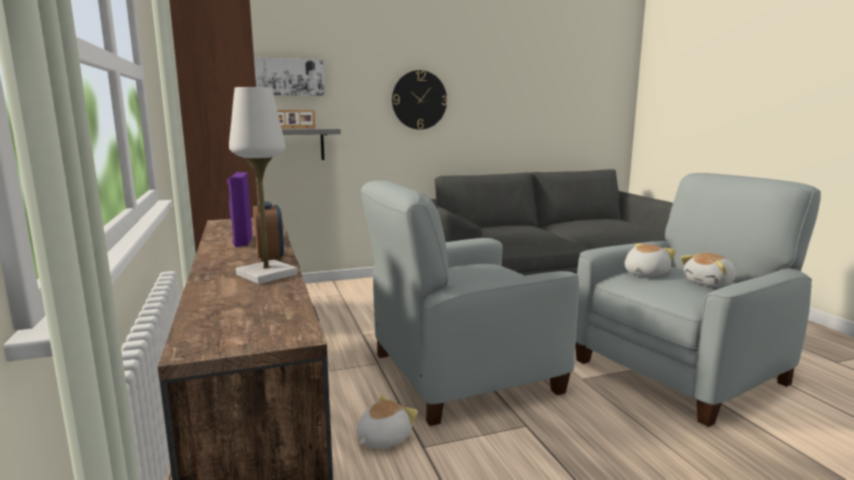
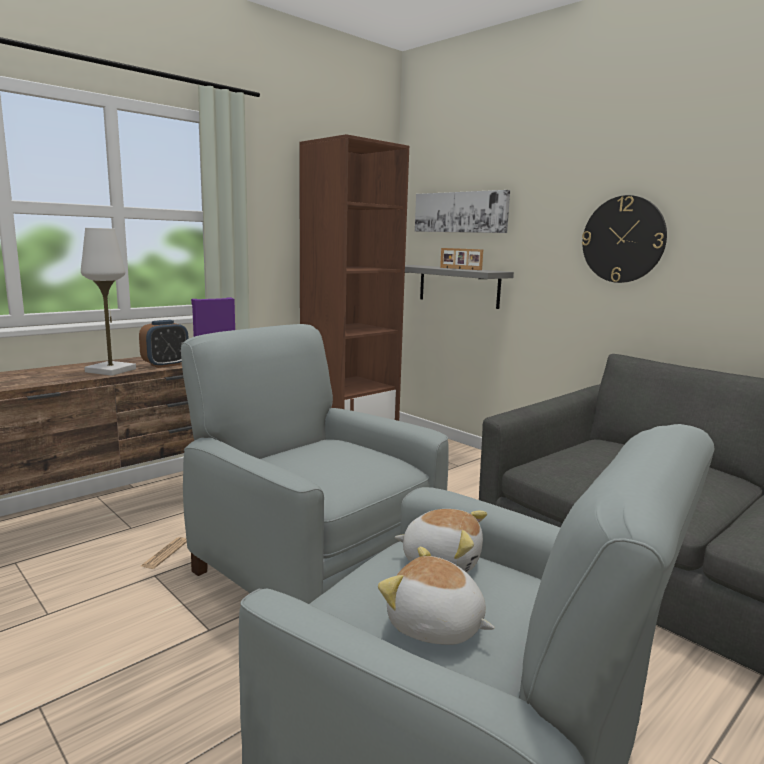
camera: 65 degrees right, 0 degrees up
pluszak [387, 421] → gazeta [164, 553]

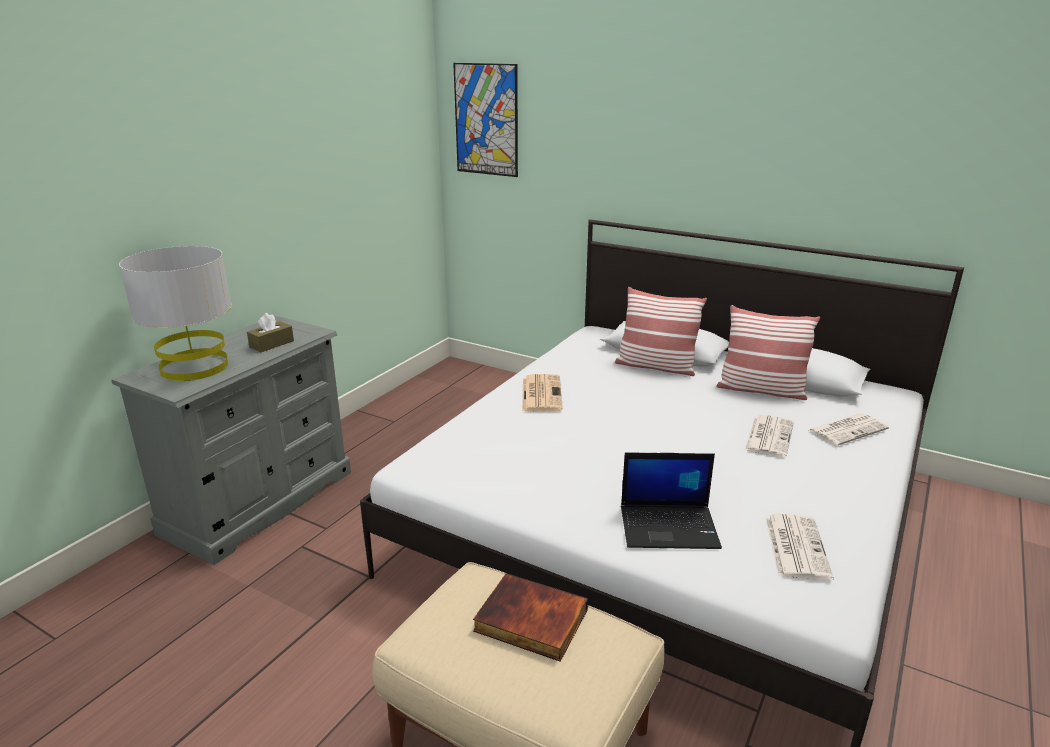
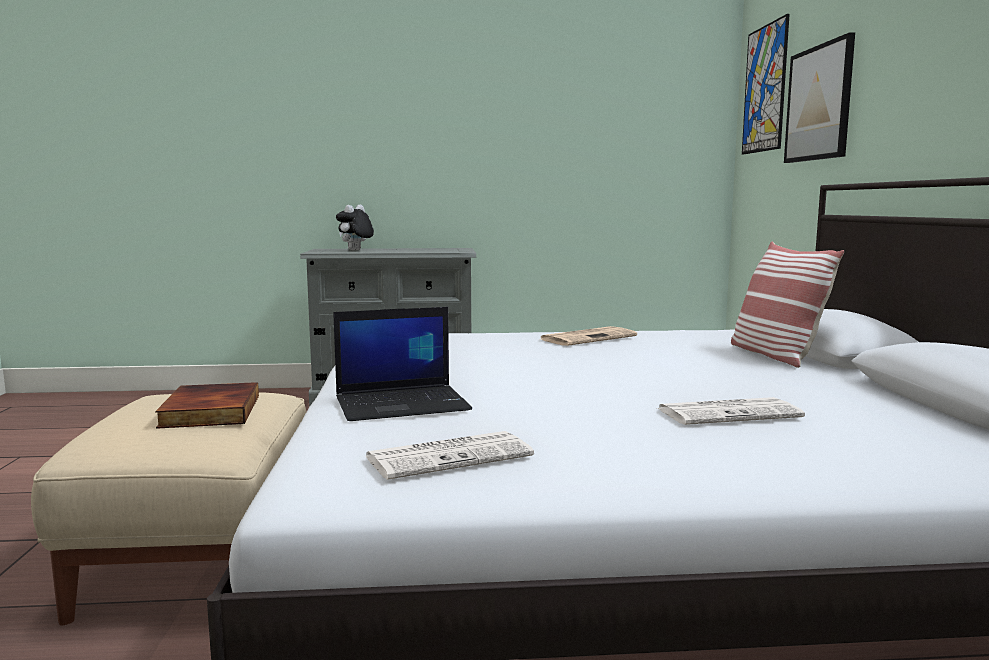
camera: 55 degrees right, 15 degrees down
pudełko chusteczek/brązowy [270, 332] → -
poduszka [768, 352] → -
gazeta [848, 429] → -
- → obraz [819, 97]
lampa stołowa/szary [175, 313] → pluszak [355, 227]
laptop [671, 500] → laptop [402, 364], 75 degrees counterclockwise

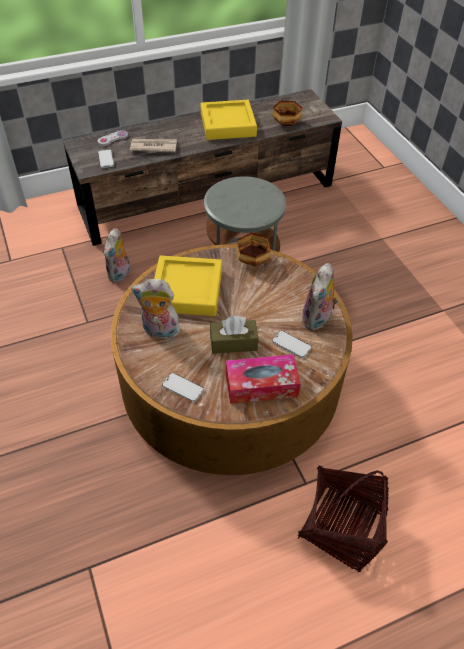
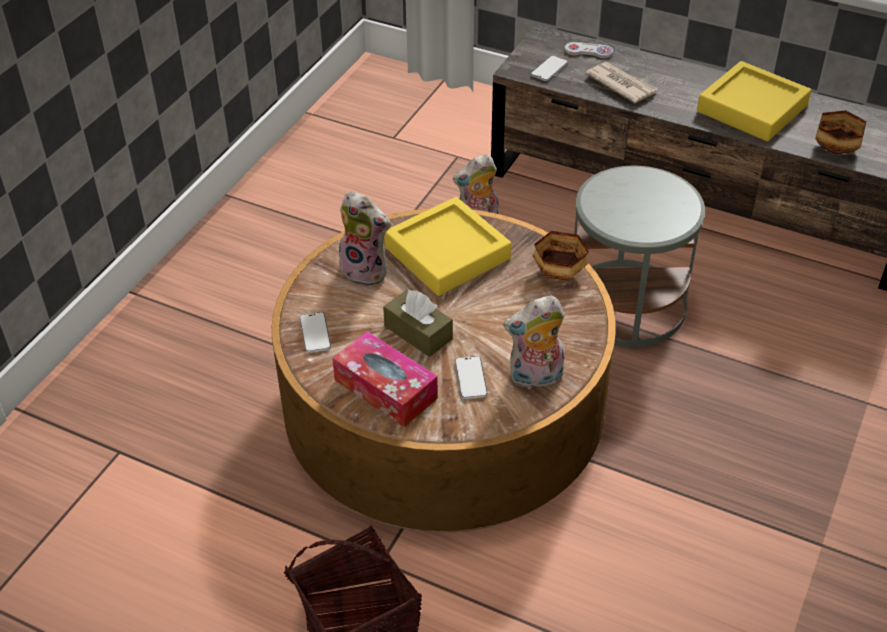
camera: 50 degrees right, 5 degrees down
pluszak [156, 309] → pluszak [364, 239], 150 degrees clockwise

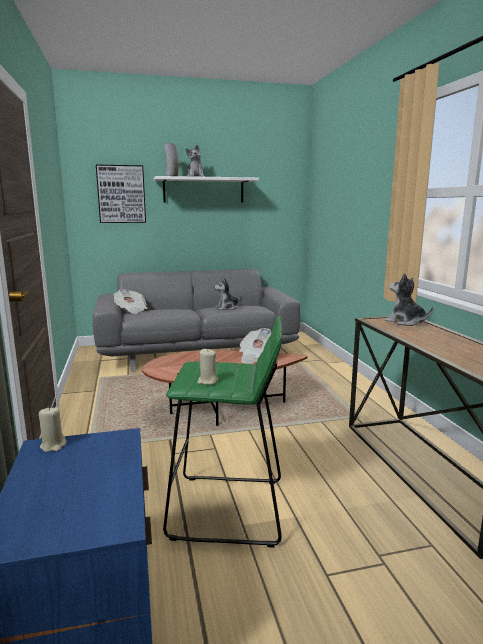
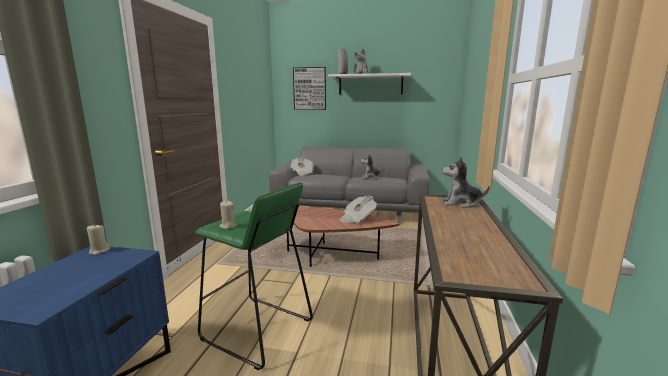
camera: 25 degrees right, 0 degrees up
pluszak [409, 299] → pluszak [466, 182], 60 degrees counterclockwise

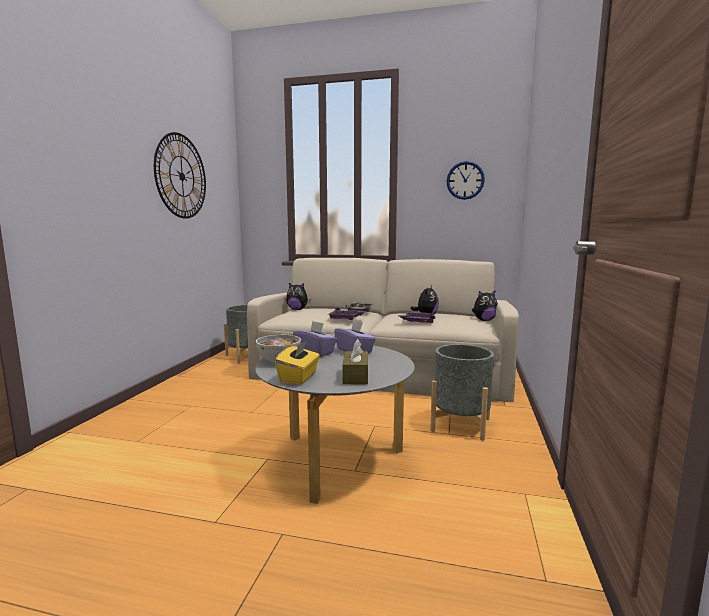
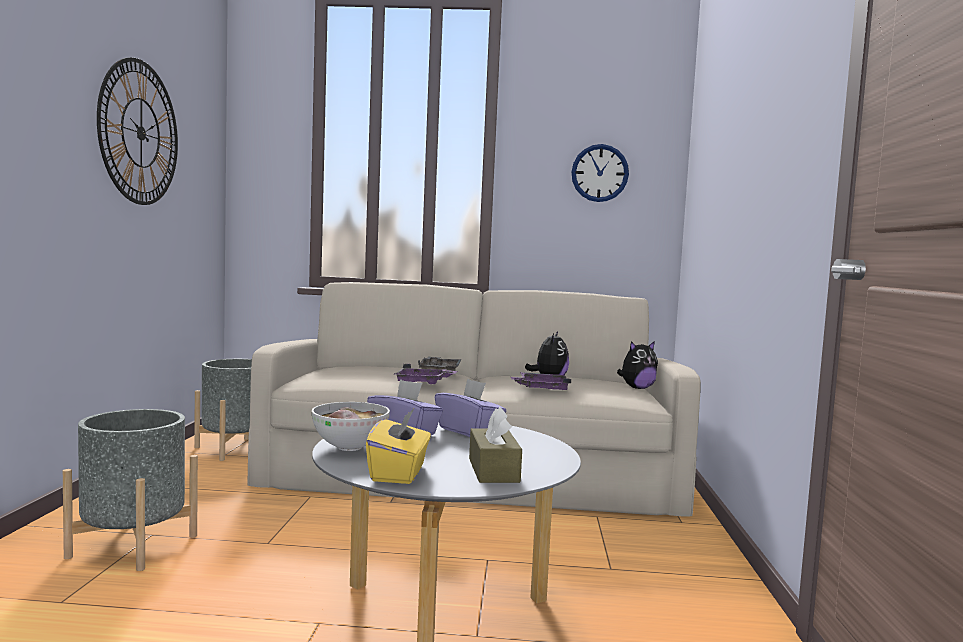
camera: 10 degrees left, 5 degrees down
pluszak [298, 296] → -
donica/szary [462, 392] → donica/szary [130, 490], moved

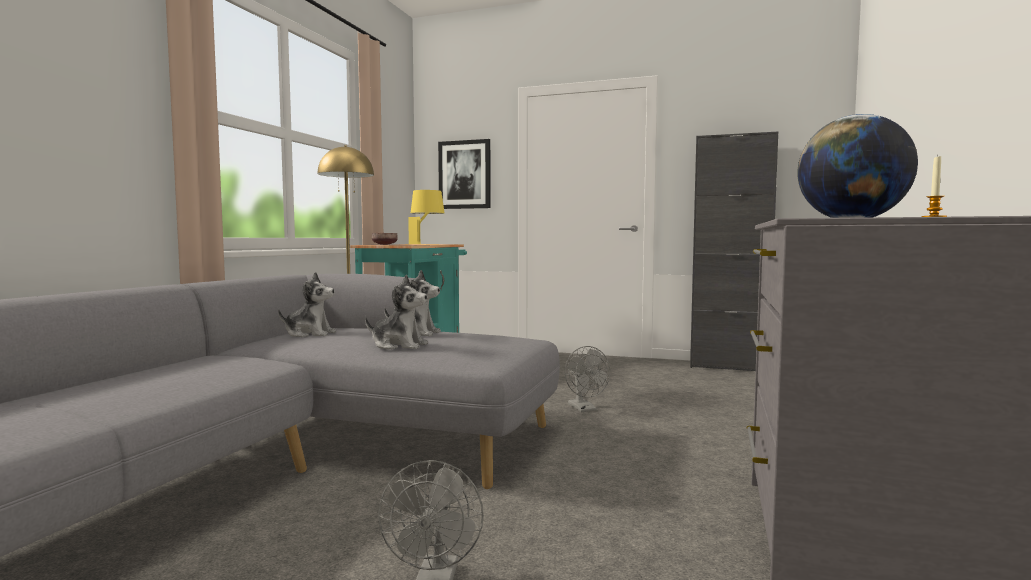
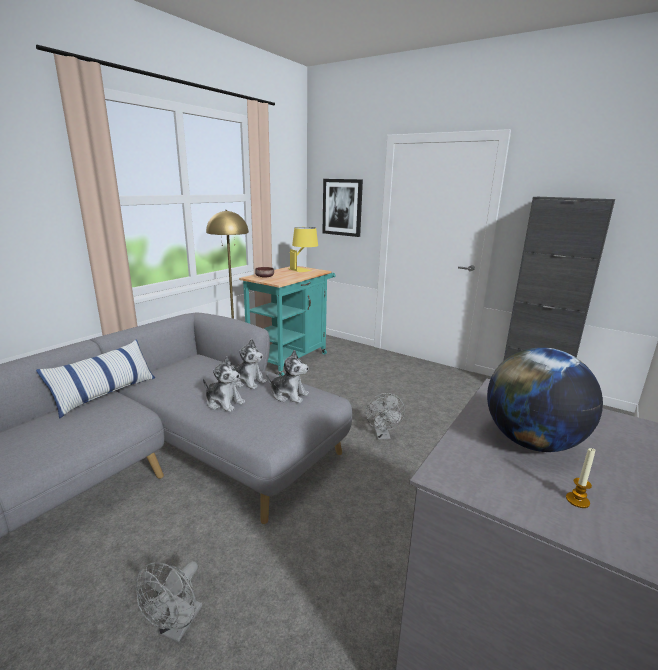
camera: 15 degrees right, 15 degrees up
- → poduszka [95, 378]
pluszak [307, 304] → pluszak [287, 376], moved

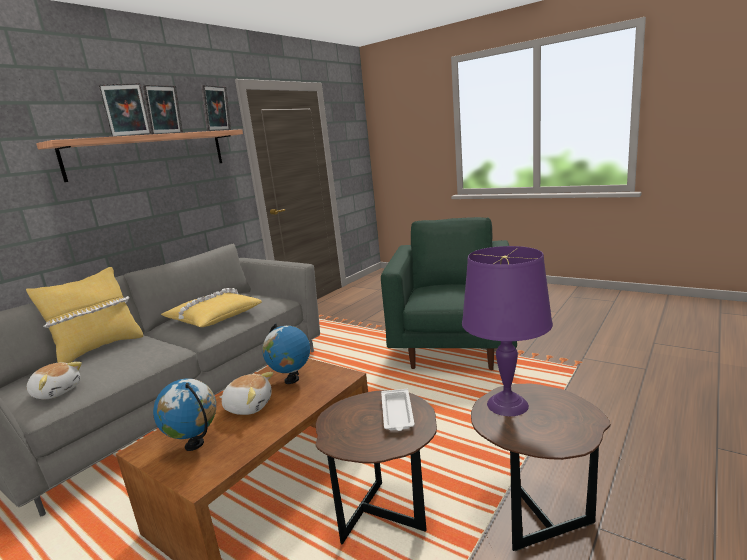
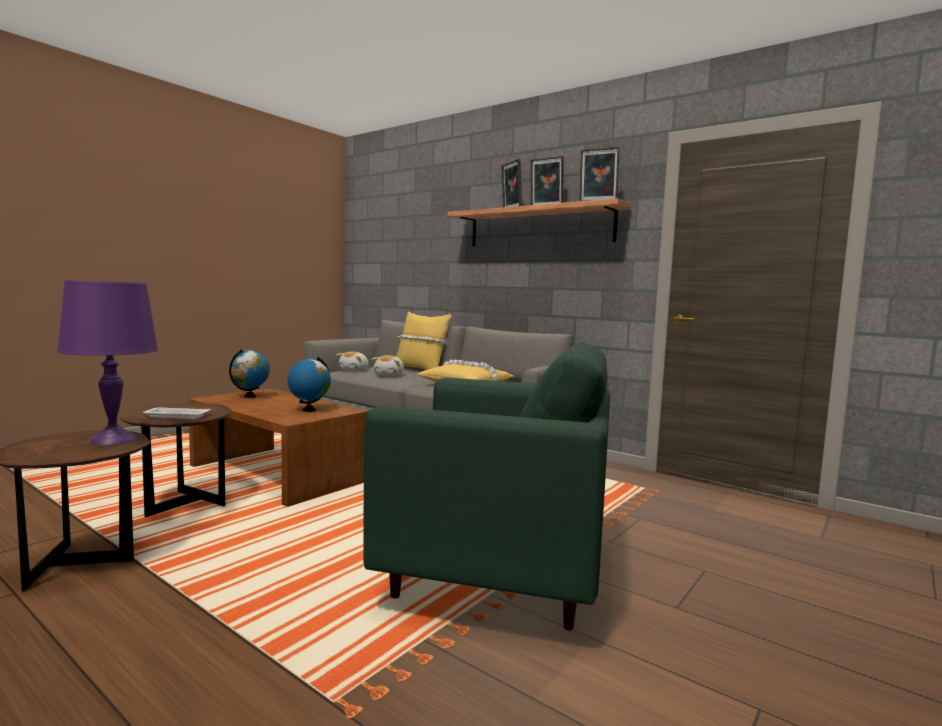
camera: 90 degrees right, 10 degrees down
pluszak [246, 393] → pluszak [387, 365], moved

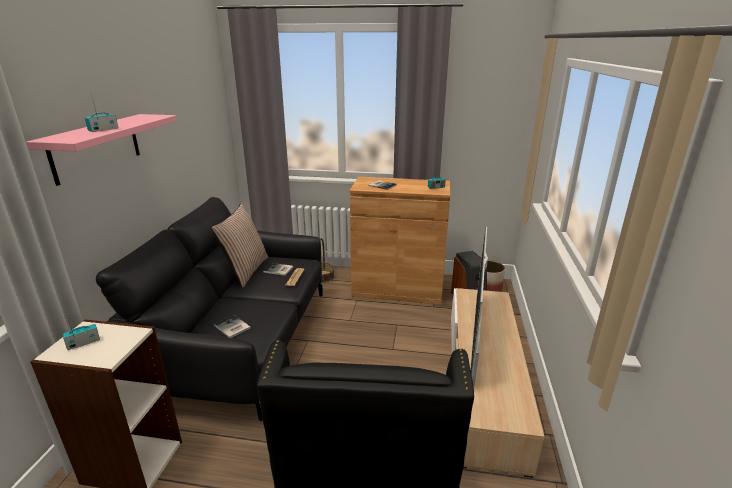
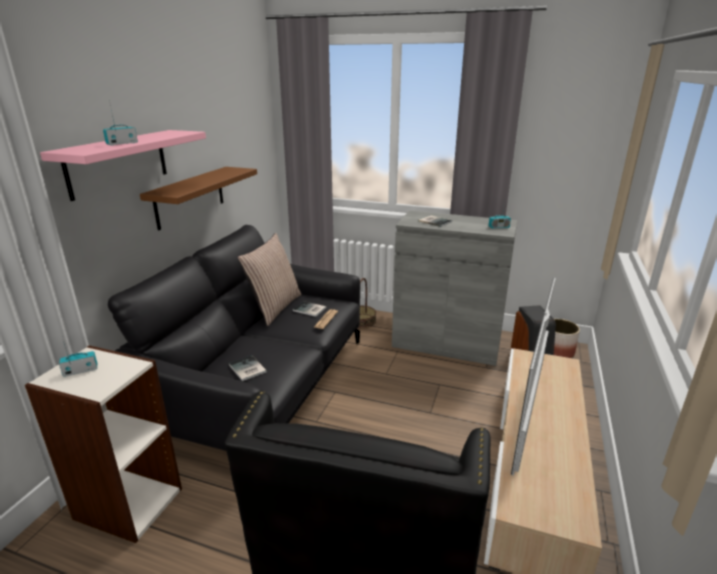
camera: 10 degrees right, 0 degrees up
- → półka/brązowy [198, 198]
szafka/brązowy [400, 241] → szafka/szary [454, 288]

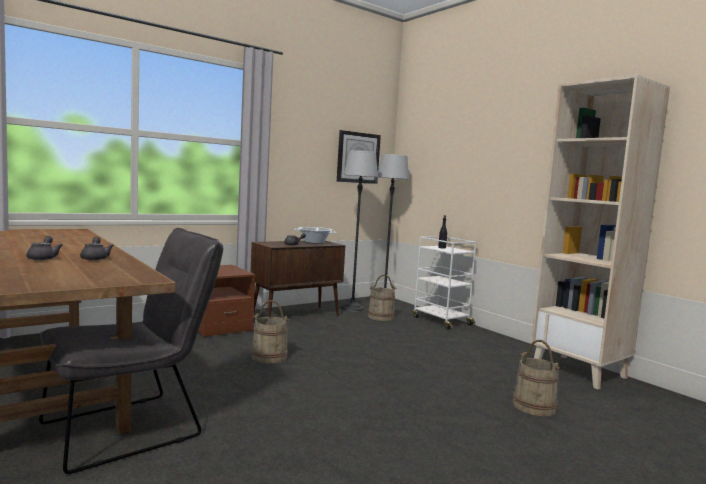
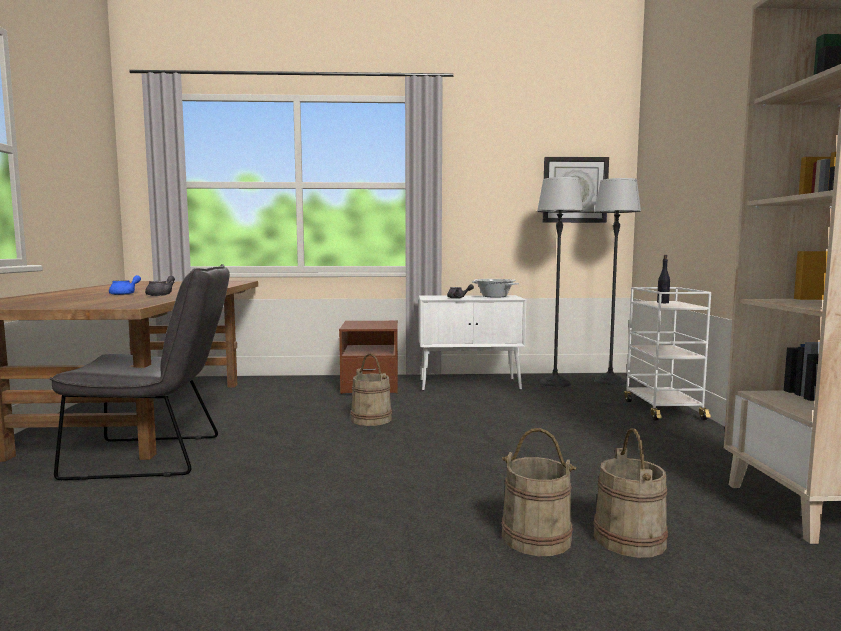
camera: 35 degrees right, 0 degrees up
wiadro/beżowy [382, 298] → wiadro/beżowy [538, 492], moved
imbryk/szary [44, 248] → imbryk/niebieski [125, 285]
szafka/brązowy [298, 279] → szafka/biały [472, 343]

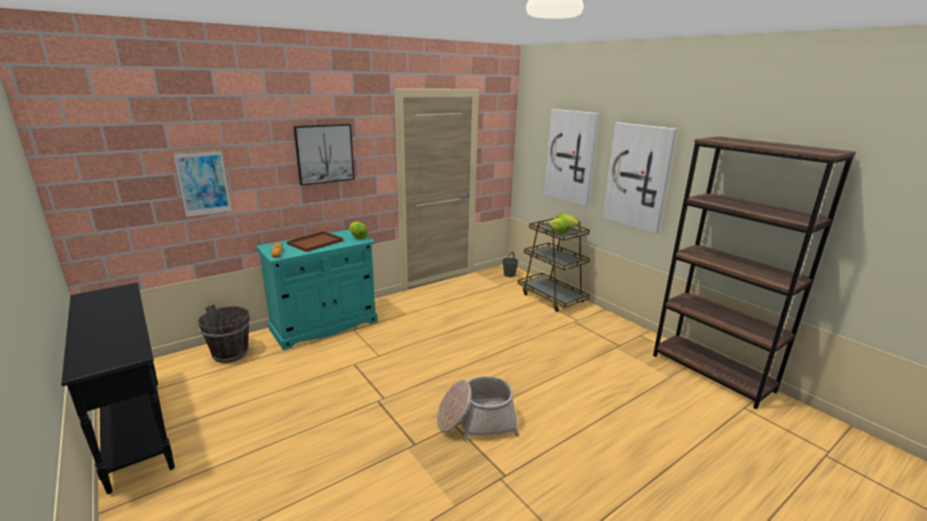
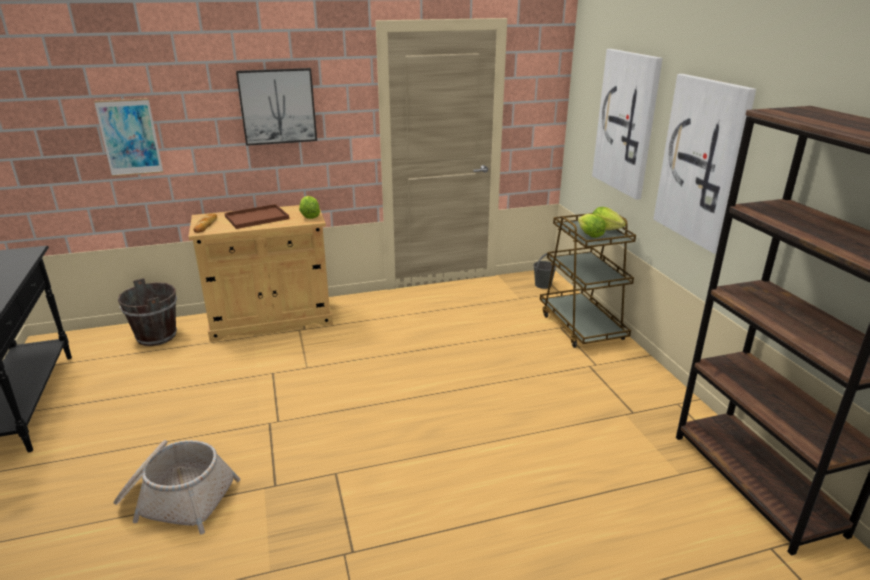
camera: 20 degrees right, 5 degrees up
koszyk [478, 408] → koszyk [177, 487], moved
szafka/turkusowy [317, 289] → szafka/beżowy [260, 273]

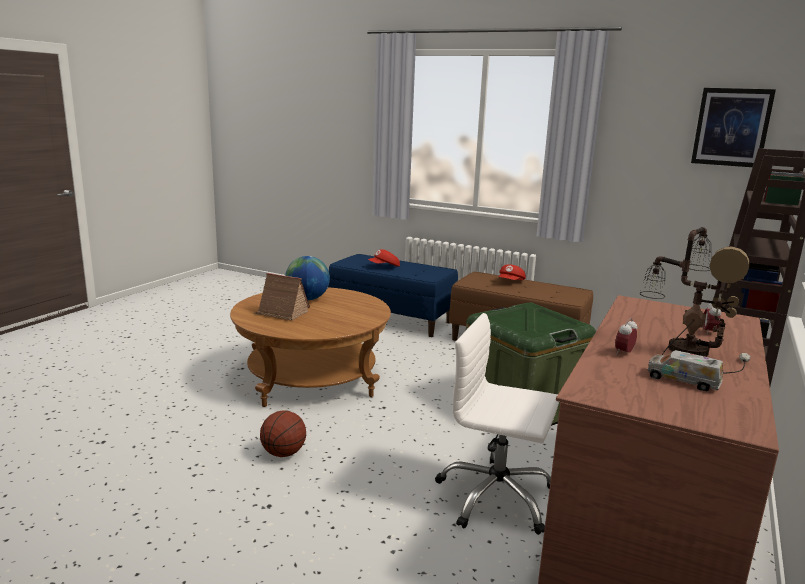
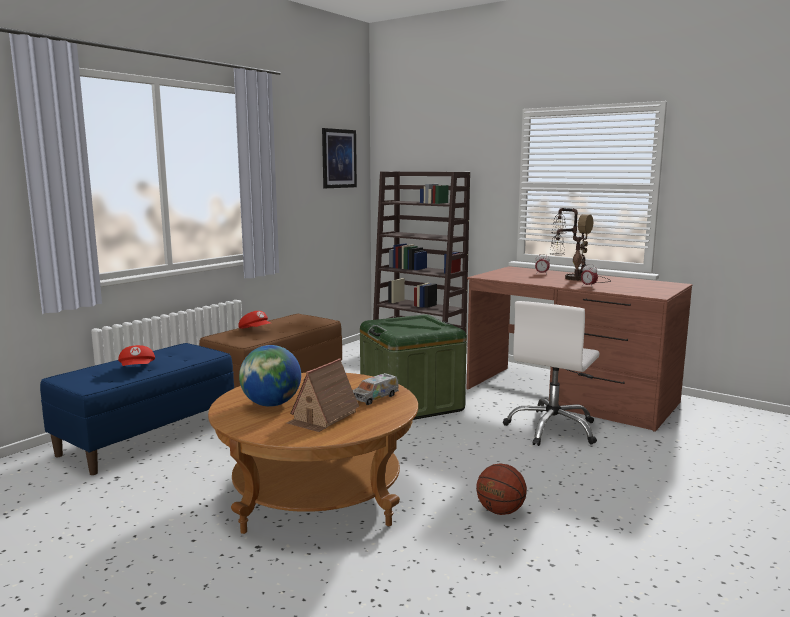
camera: 80 degrees left, 5 degrees down
ciężarówka zabawkowa [686, 370] → ciężarówka zabawkowa [376, 389], moved

